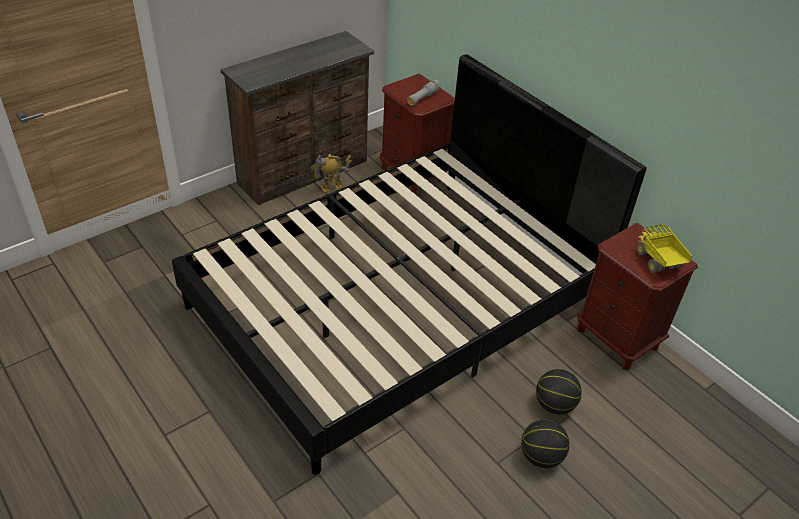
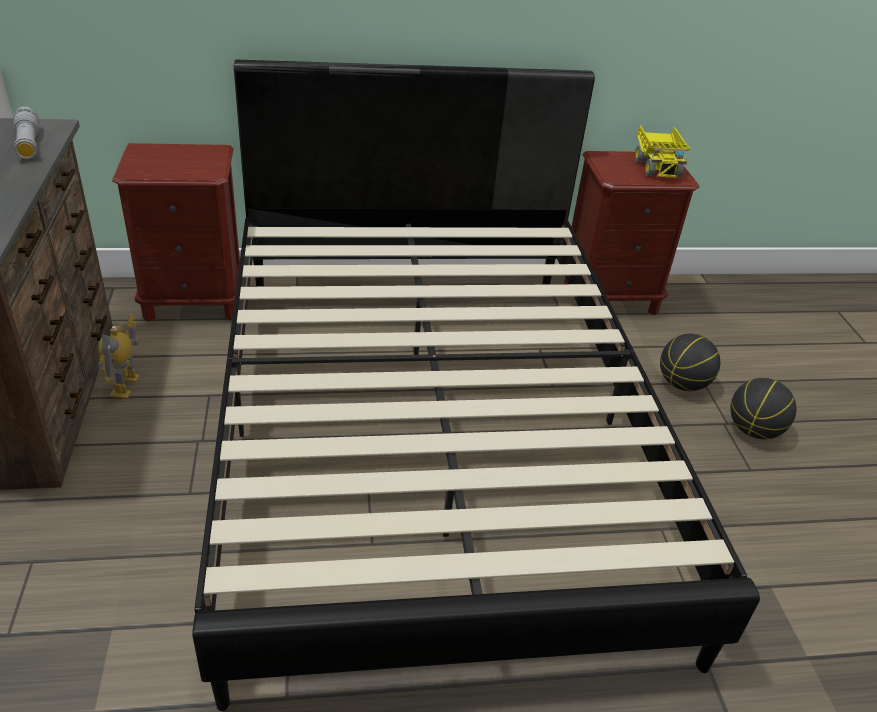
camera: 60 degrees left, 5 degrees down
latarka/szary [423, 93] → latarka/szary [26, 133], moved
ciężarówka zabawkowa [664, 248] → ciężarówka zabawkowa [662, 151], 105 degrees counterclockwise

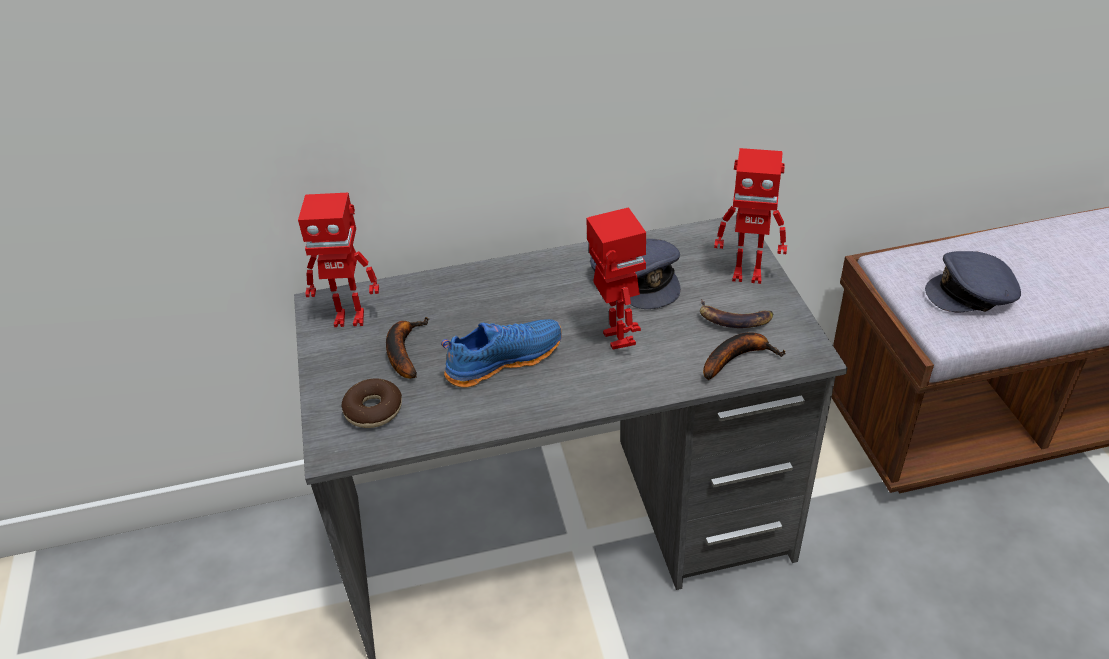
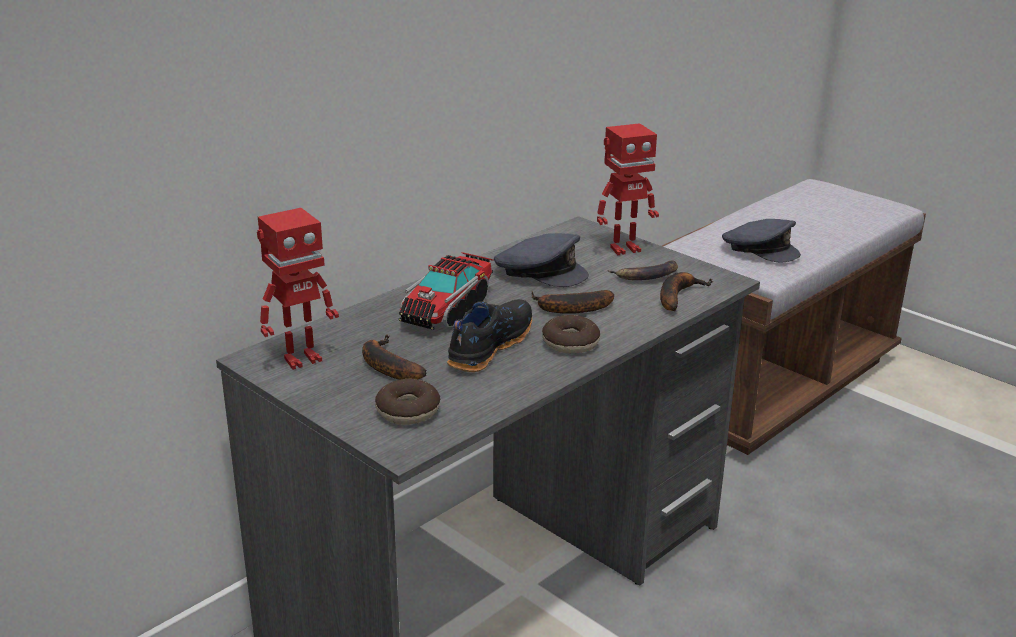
camera: 35 degrees left, 15 degrees down
- → ciężarówka zabawkowa [446, 291]
- → donut [571, 334]
robot zabawkowy [616, 278] → banan [573, 302]
but/niebieski [501, 353] → but/czarny [489, 335]
czapka z daszkiem/szary [973, 281] → czapka z daszkiem/szary [761, 241], 105 degrees counterclockwise

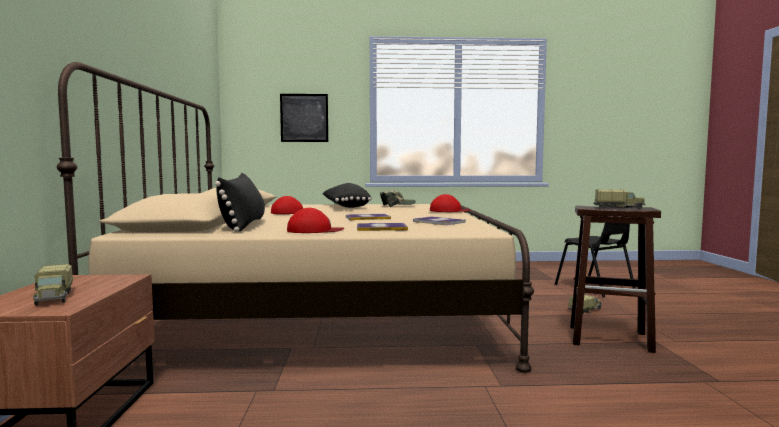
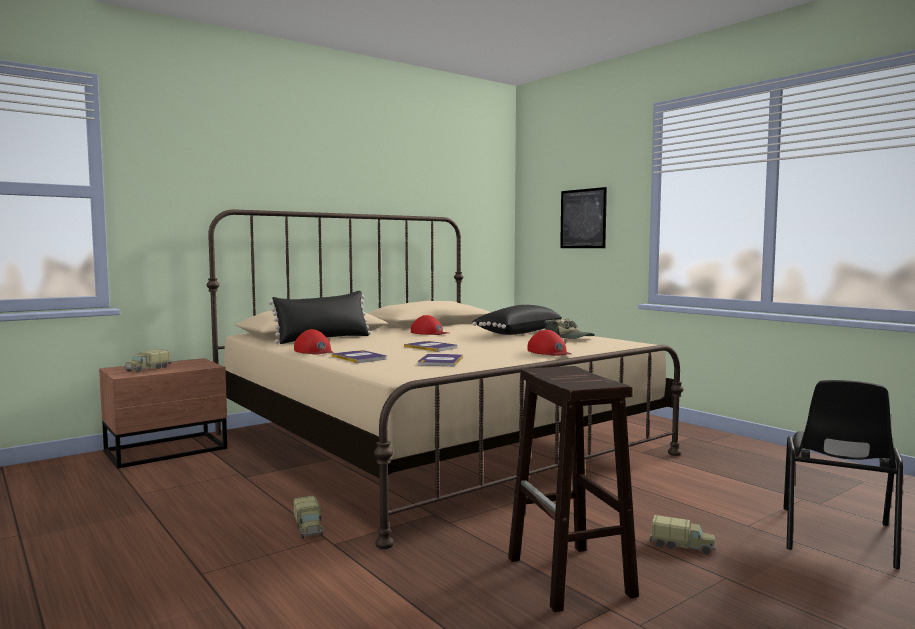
camera: 55 degrees right, 0 degrees up
ciężarówka zabawkowa [620, 199] → ciężarówka zabawkowa [308, 517], moved

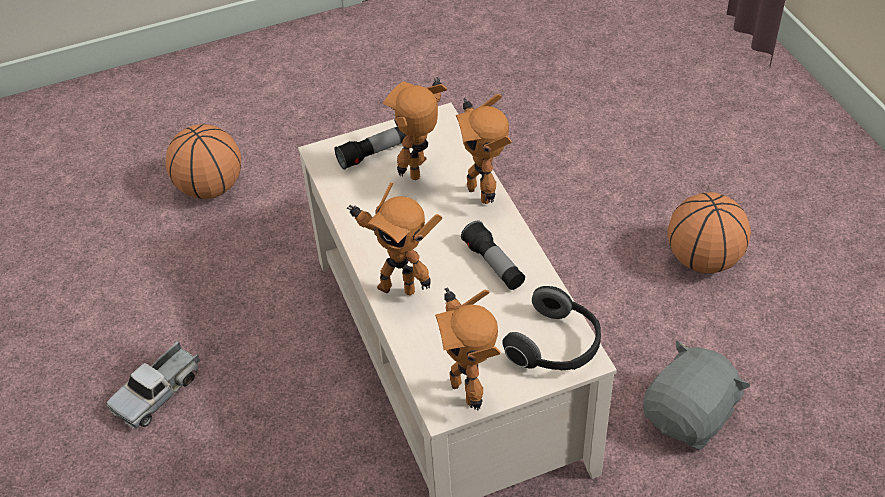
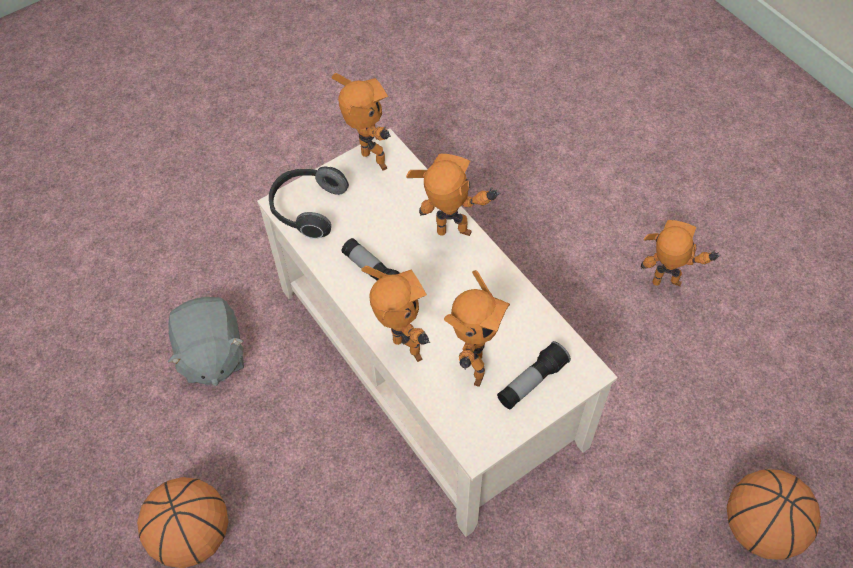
camera: 165 degrees right, 10 degrees up
ciężarówka zabawkowa [153, 384] → robot zabawkowy [681, 253]
pluszak/szary [696, 395] → pluszak/szary [206, 341], 45 degrees counterclockwise

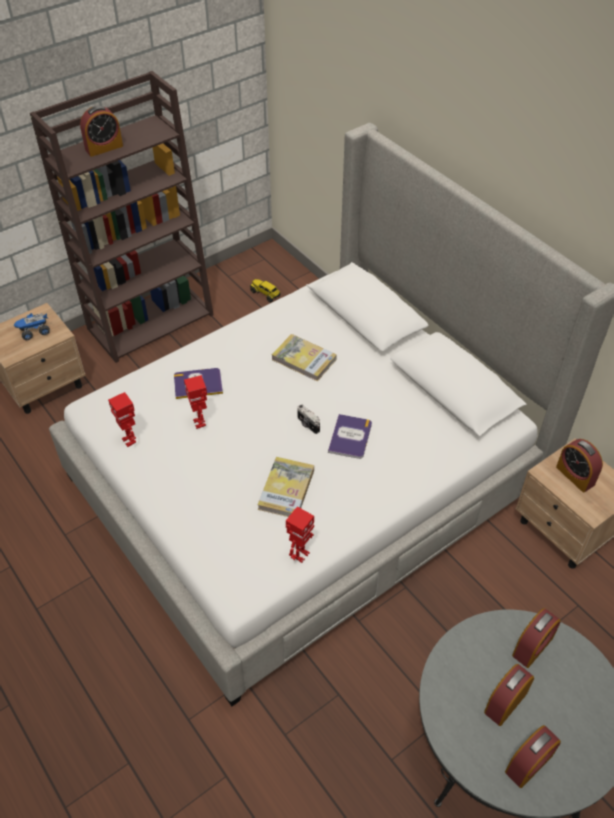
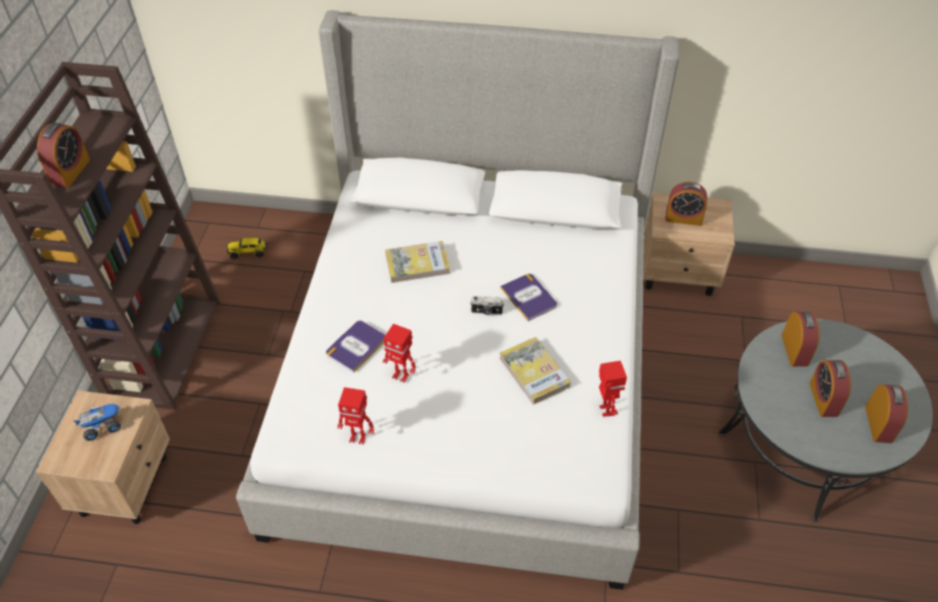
camera: 45 degrees left, 0 degrees up
ciężarówka zabawkowa [32, 326] → ciężarówka zabawkowa [97, 422], 135 degrees counterclockwise

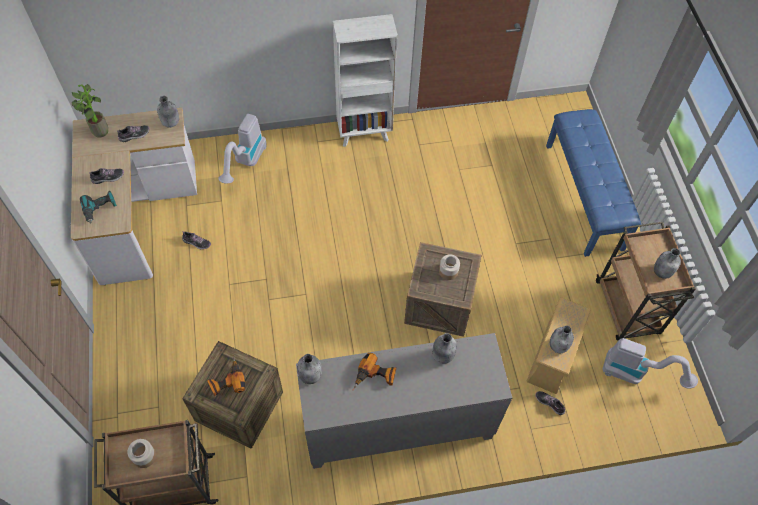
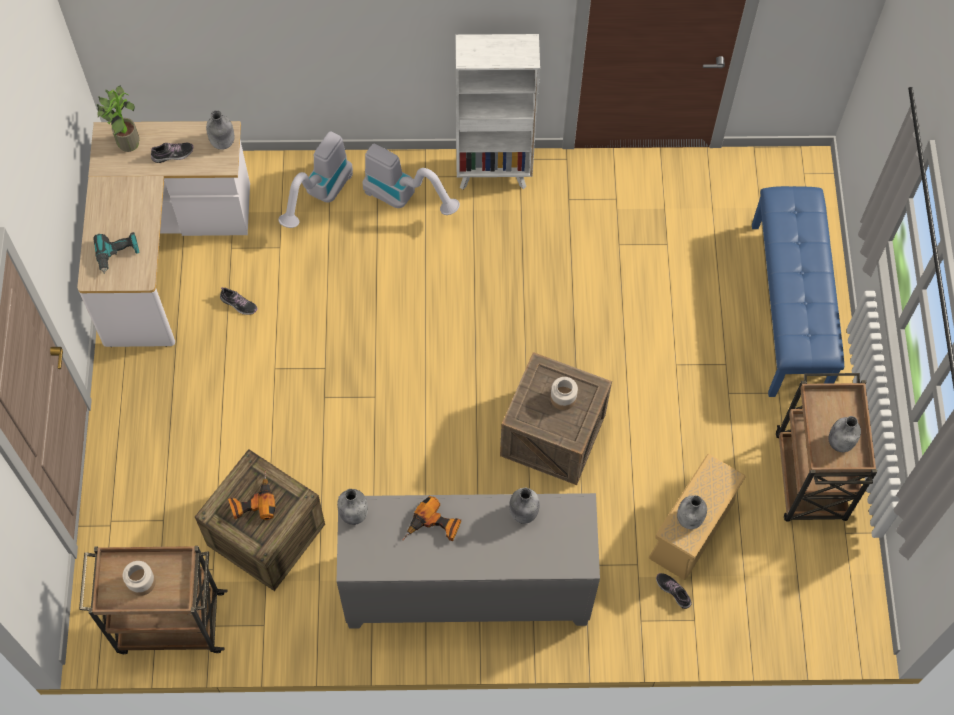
camera: 10 degrees right, 5 degrees up
but [106, 176] → -
odkurzacz [650, 363] → odkurzacz [411, 179], moved

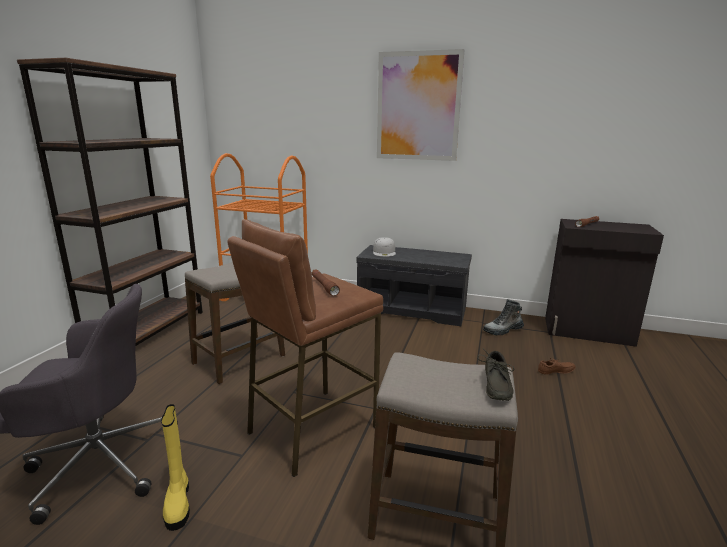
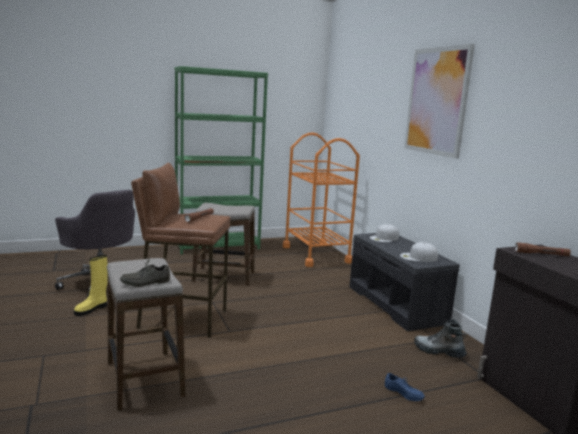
camera: 50 degrees right, 5 degrees down
- → czapka z daszkiem/biały [419, 252]
regał/brązowy [110, 202] → regał/zielony [221, 160]
but/brązowy [557, 366] → but/niebieski [405, 387]

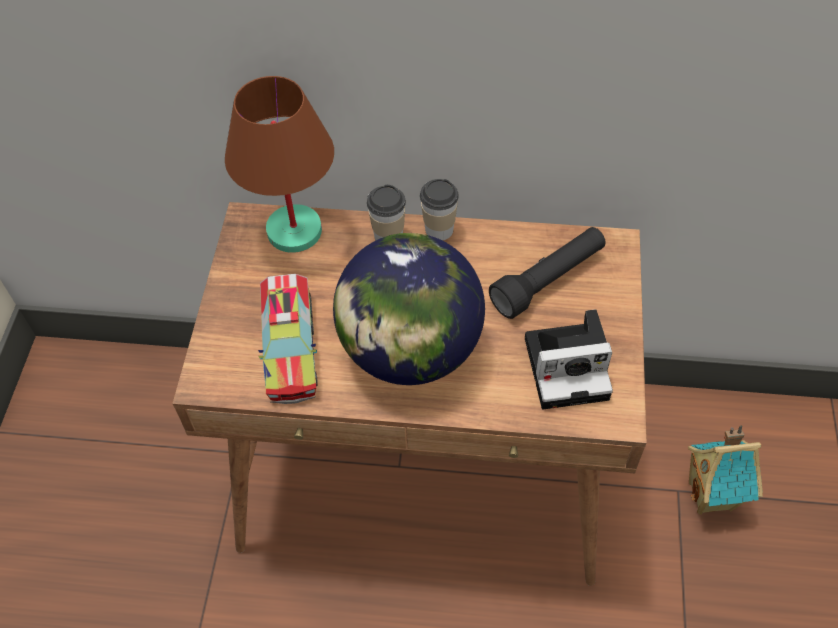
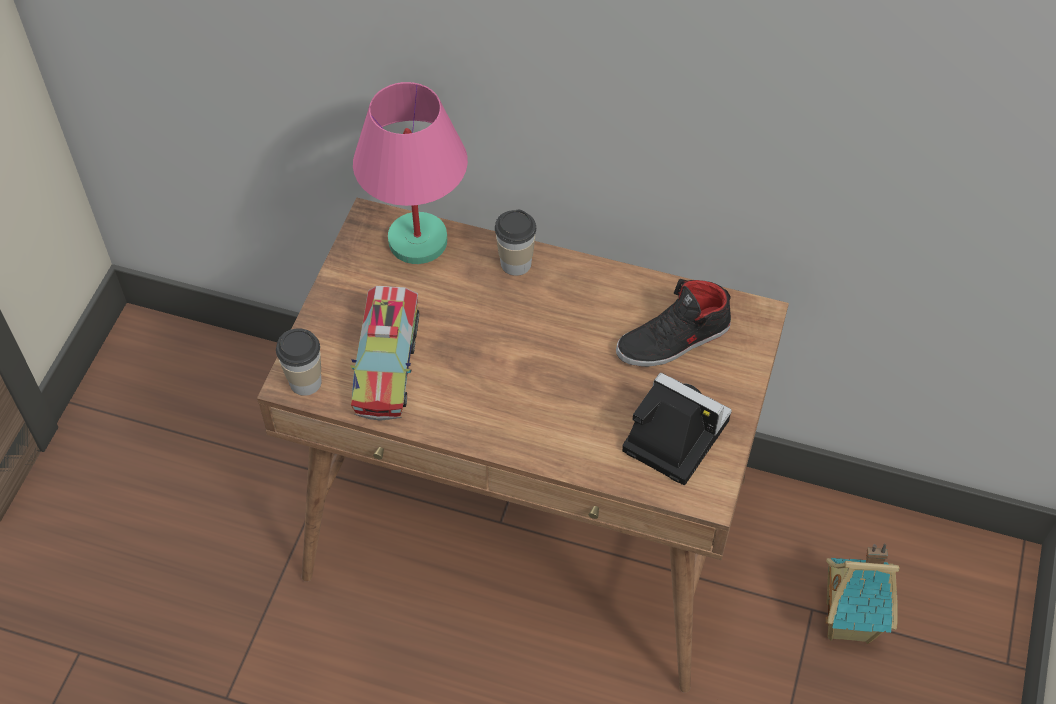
camera: 10 degrees right, 0 degrees up
globus [409, 309] → -
filiżanka [439, 210] → filiżanka [299, 362], moved
latarka/czarny [547, 273] → but/czarny [673, 323]
lampa stołowa/brązowy [279, 164] → lampa stołowa/różowy [410, 173]
aparat fotograficzny [569, 359] → aparat fotograficzny [677, 429], 150 degrees counterclockwise

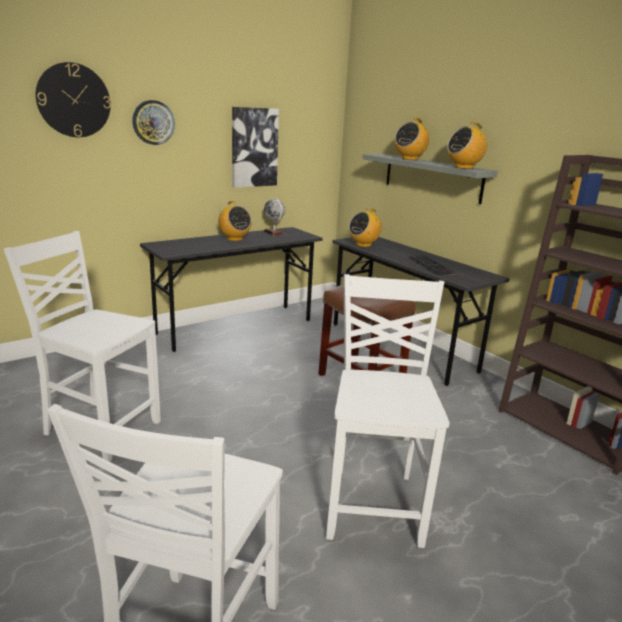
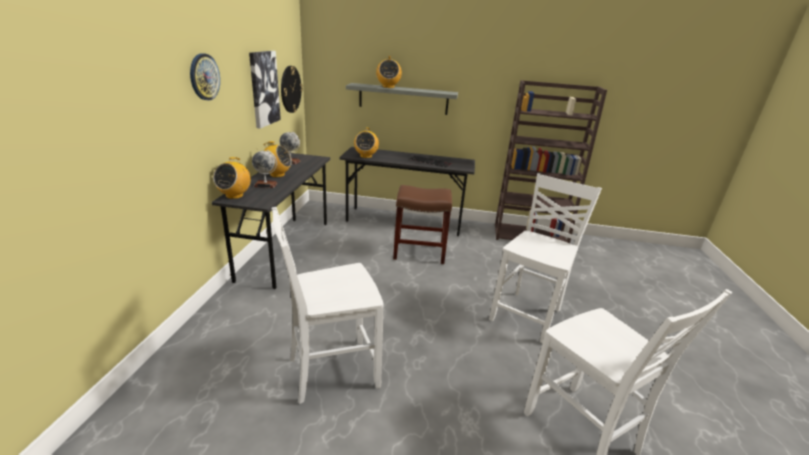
camera: 45 degrees left, 5 degrees up
- → globus [264, 169]
zegar ścienny [73, 99] → zegar ścienny [292, 89], moved
radio [467, 145] → radio [232, 178], moved
krzesło/biały [387, 411] → krzesło/biały [545, 258], 75 degrees clockwise

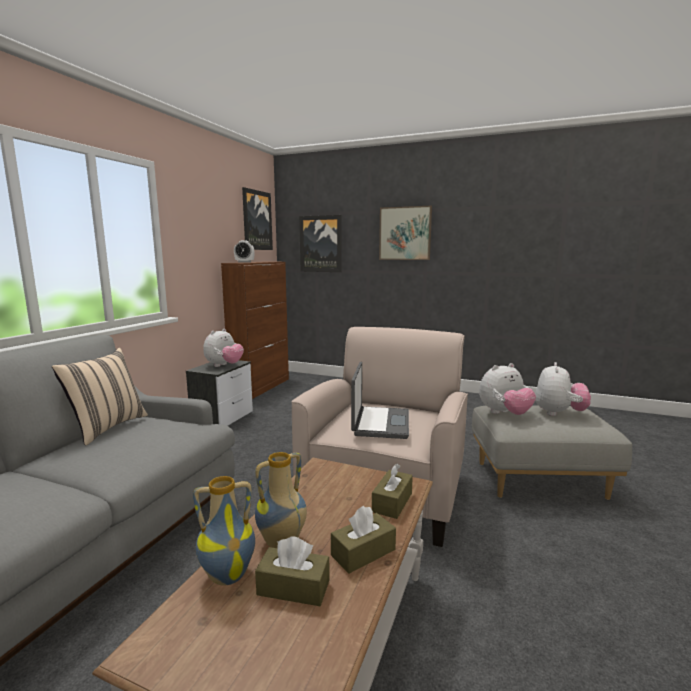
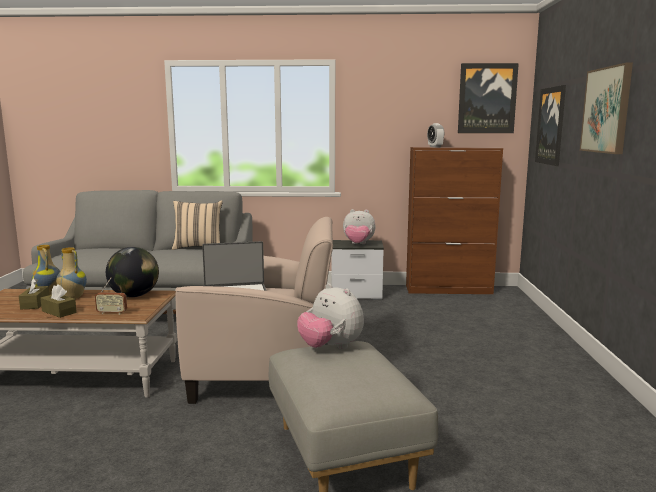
camera: 70 degrees right, 0 degrees up
pluszak [563, 389] → -
- → globus [132, 272]
pudełko chusteczek/brązowy [392, 491] → radio [111, 296]

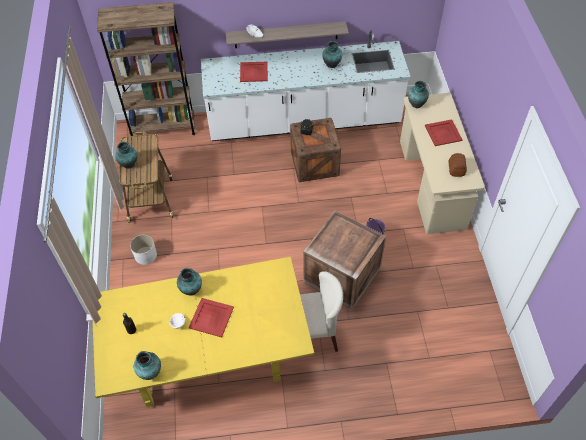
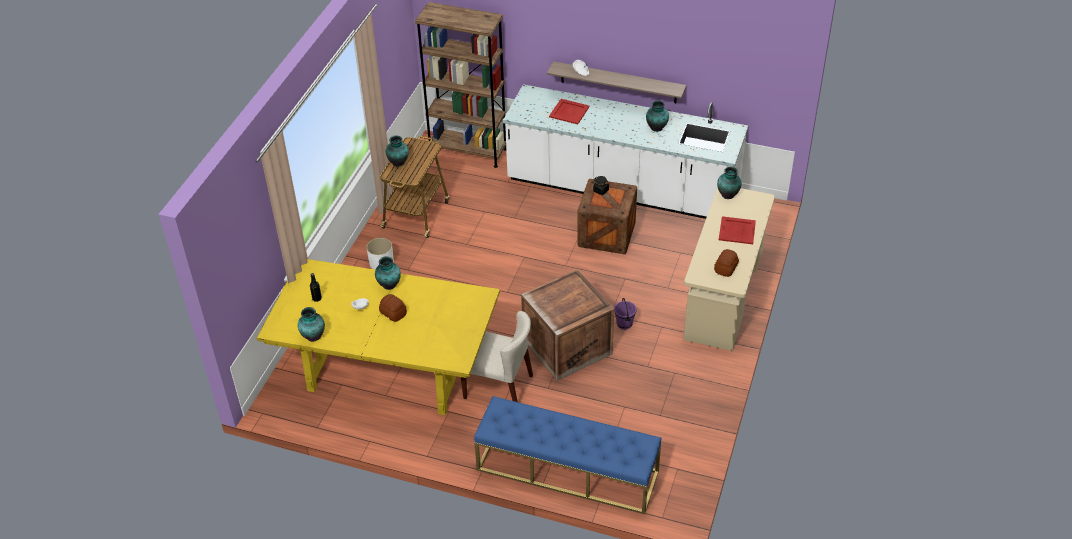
camera: 25 degrees right, 10 degrees down
- → ławka/niebieski [568, 455]
taca/czerwony [211, 317] → chleb [393, 308]

